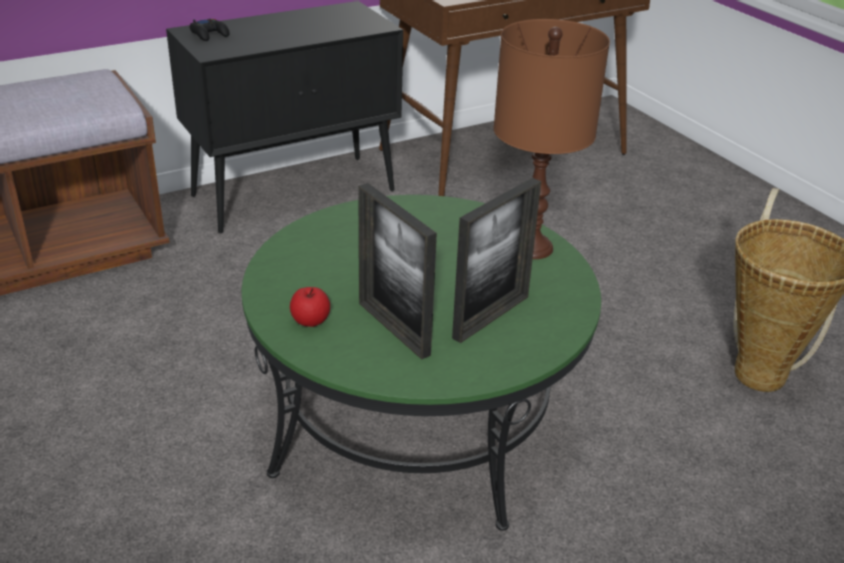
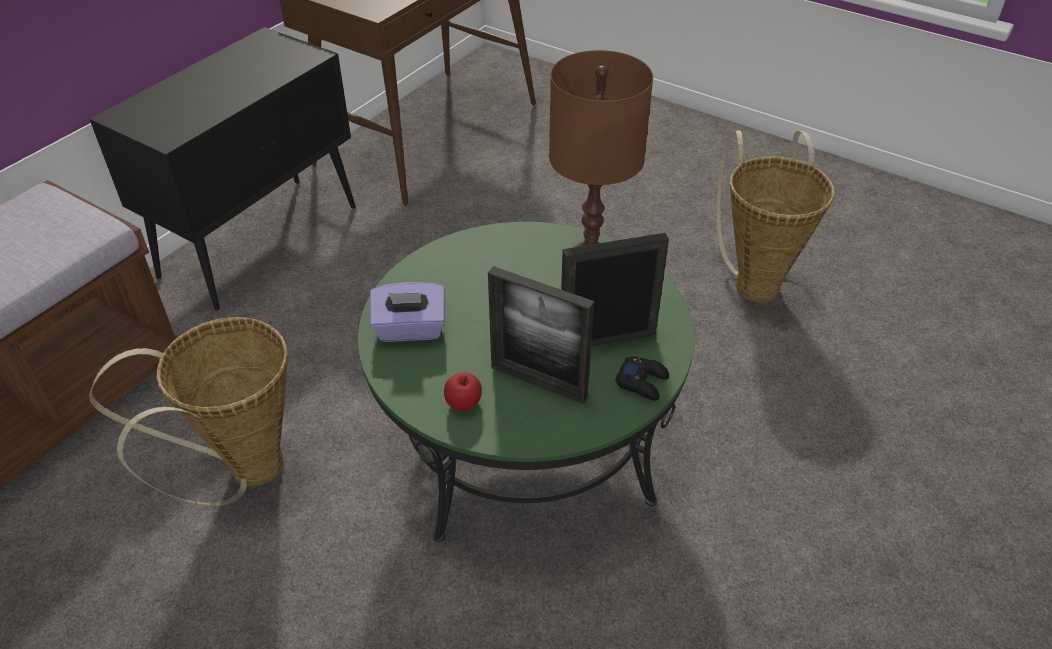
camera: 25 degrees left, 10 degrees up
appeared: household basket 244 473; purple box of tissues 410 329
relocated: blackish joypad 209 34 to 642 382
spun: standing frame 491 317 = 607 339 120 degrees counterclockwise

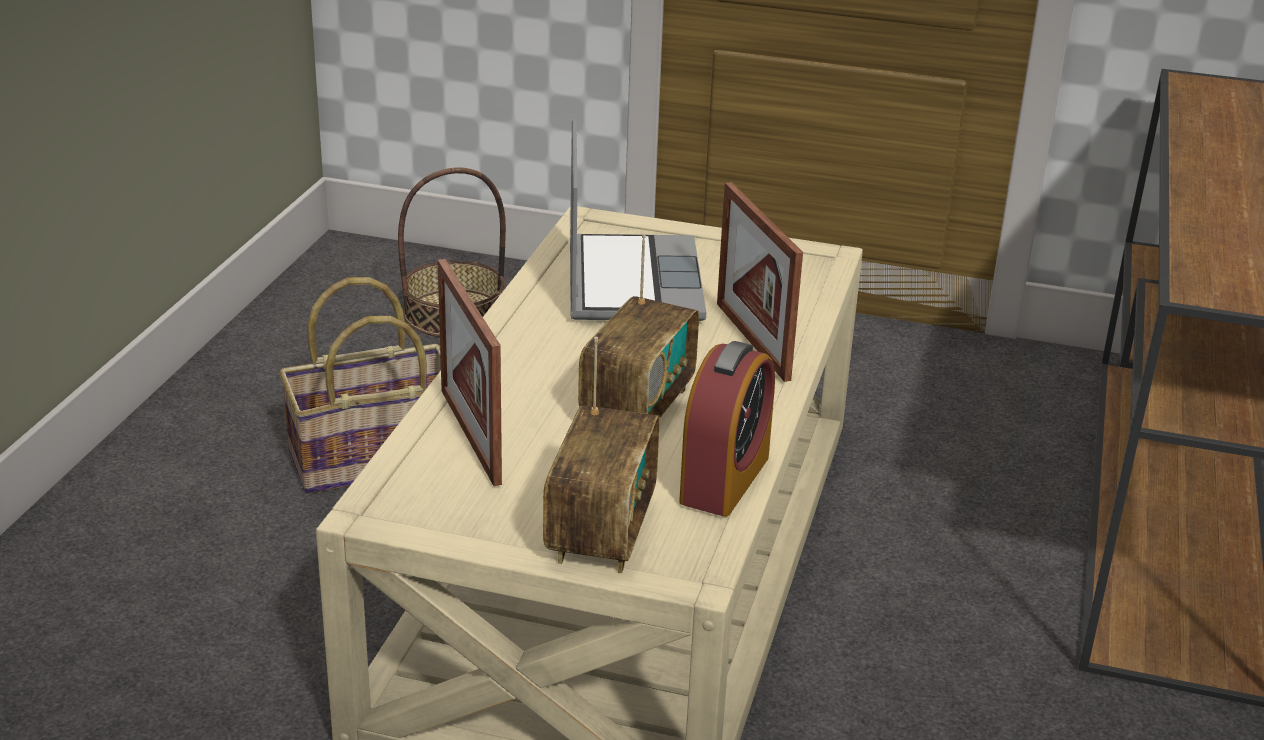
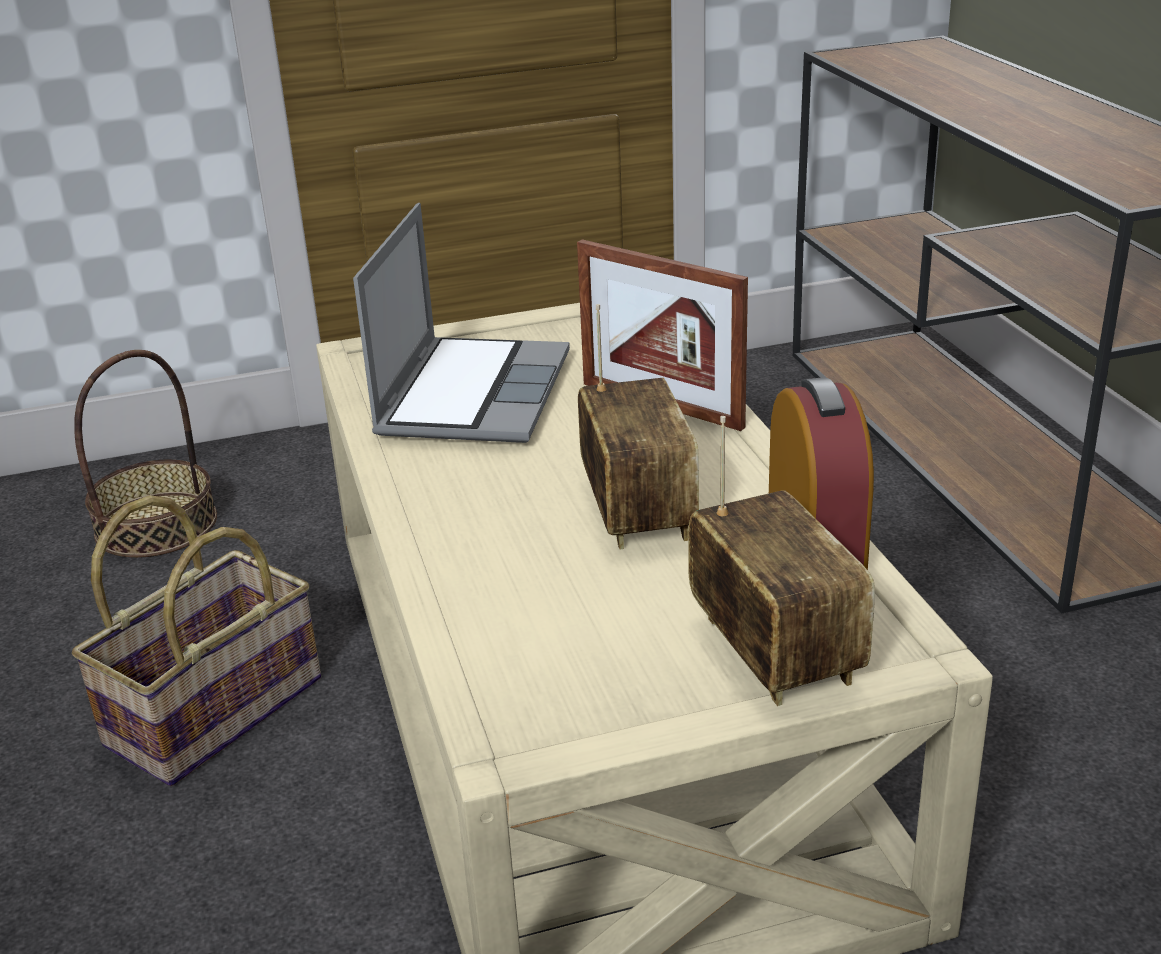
camera: 30 degrees left, 0 degrees up
missing: standing frame 470 435
spun: portable computer 630 281 = 472 393 45 degrees clockwise

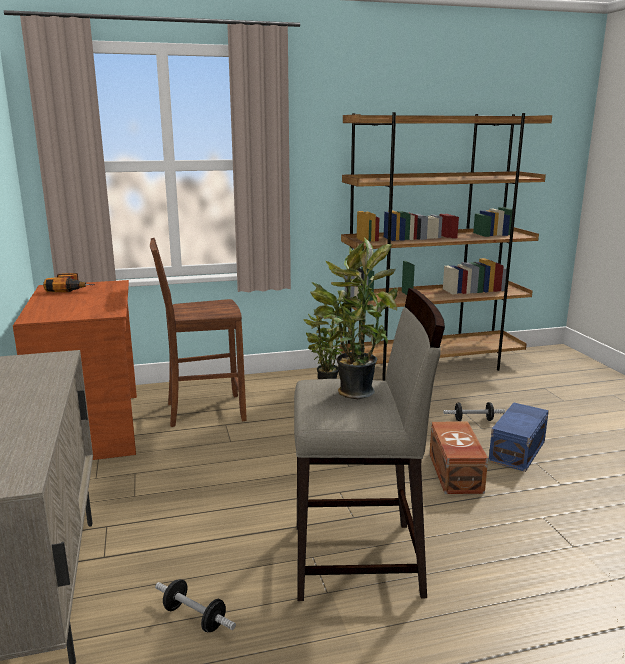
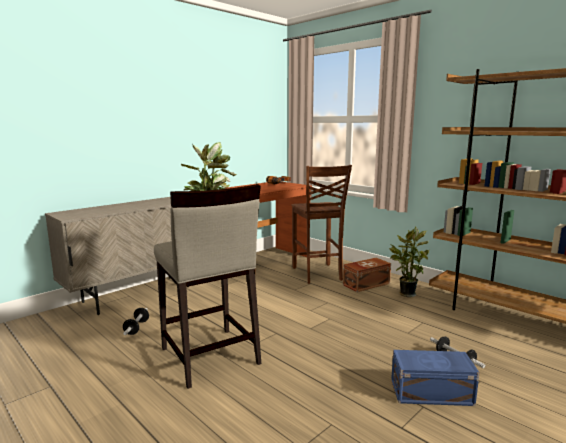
camera: 60 degrees right, 5 degrees down
relocated: brownish storage box 454 473 to 365 284
spun: brownish chair 203 411 = 317 274 150 degrees counterclockwise

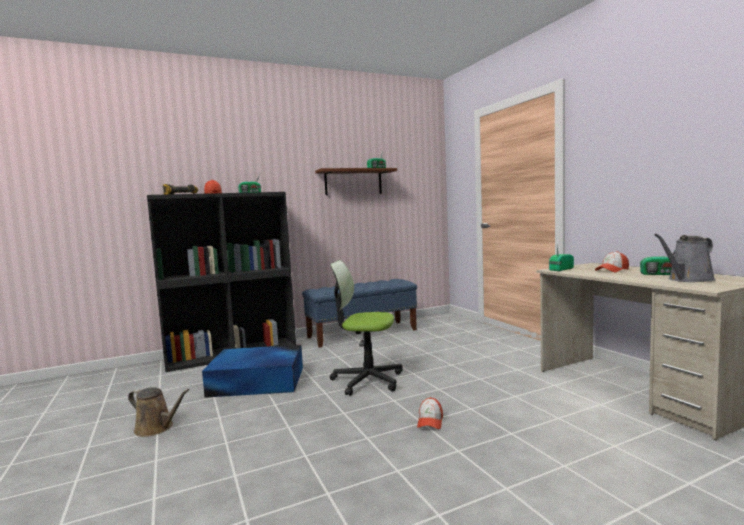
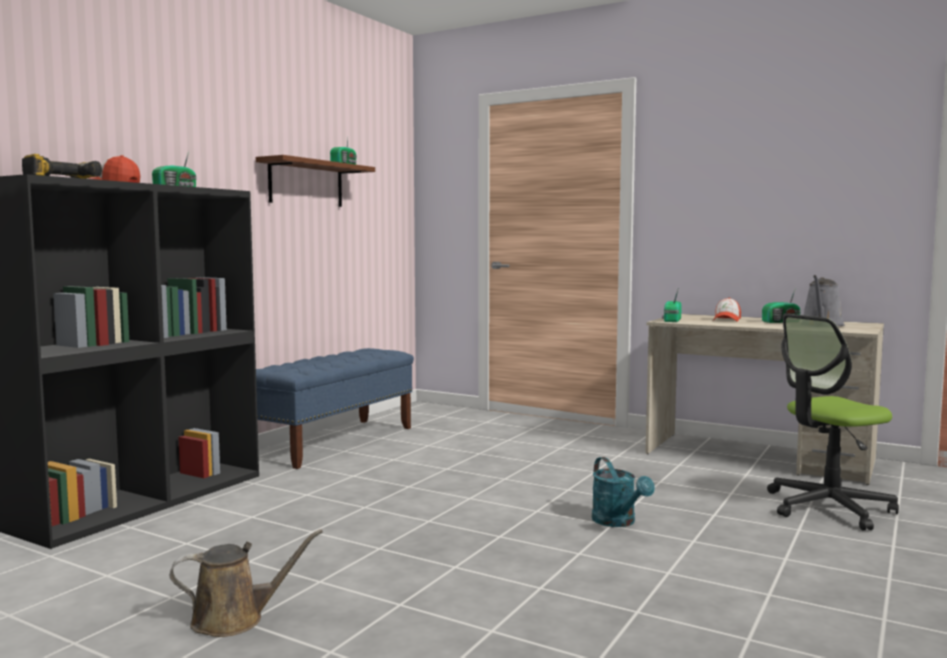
camera: 35 degrees left, 0 degrees up
missing: bluish storage box 258 381
relocated: computer chair 367 380 to 828 508
exchanged: peaked cap 430 421 to blue-green watering pot 618 522

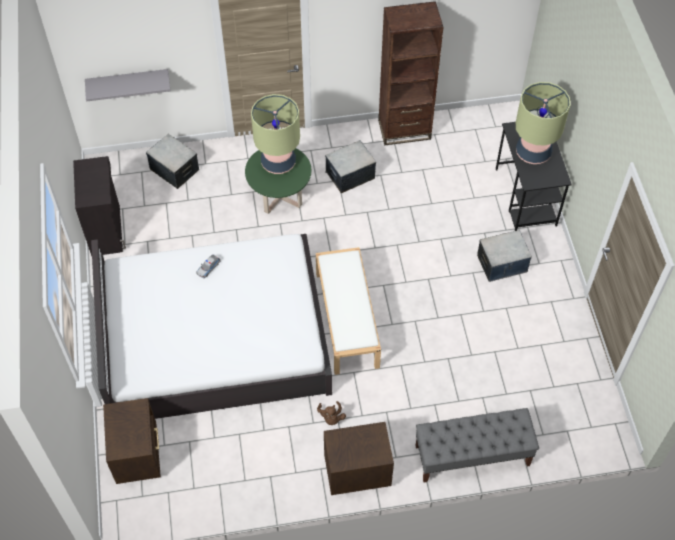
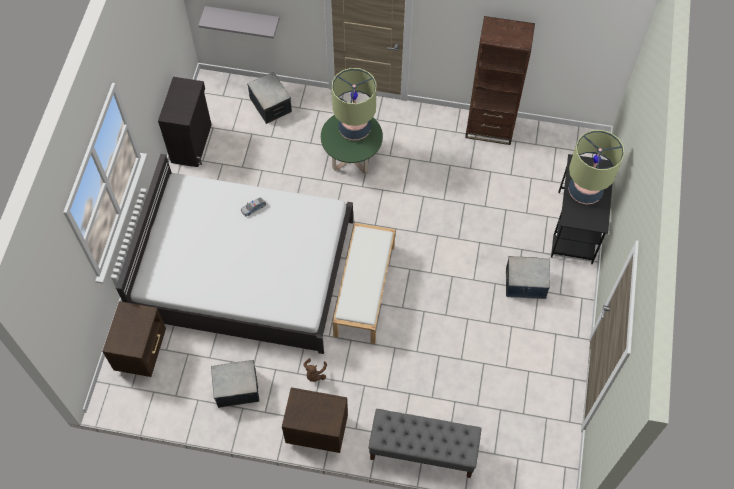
camera: 20 degrees right, 5 degrees up
relocated: storage box 350 175 to 236 388

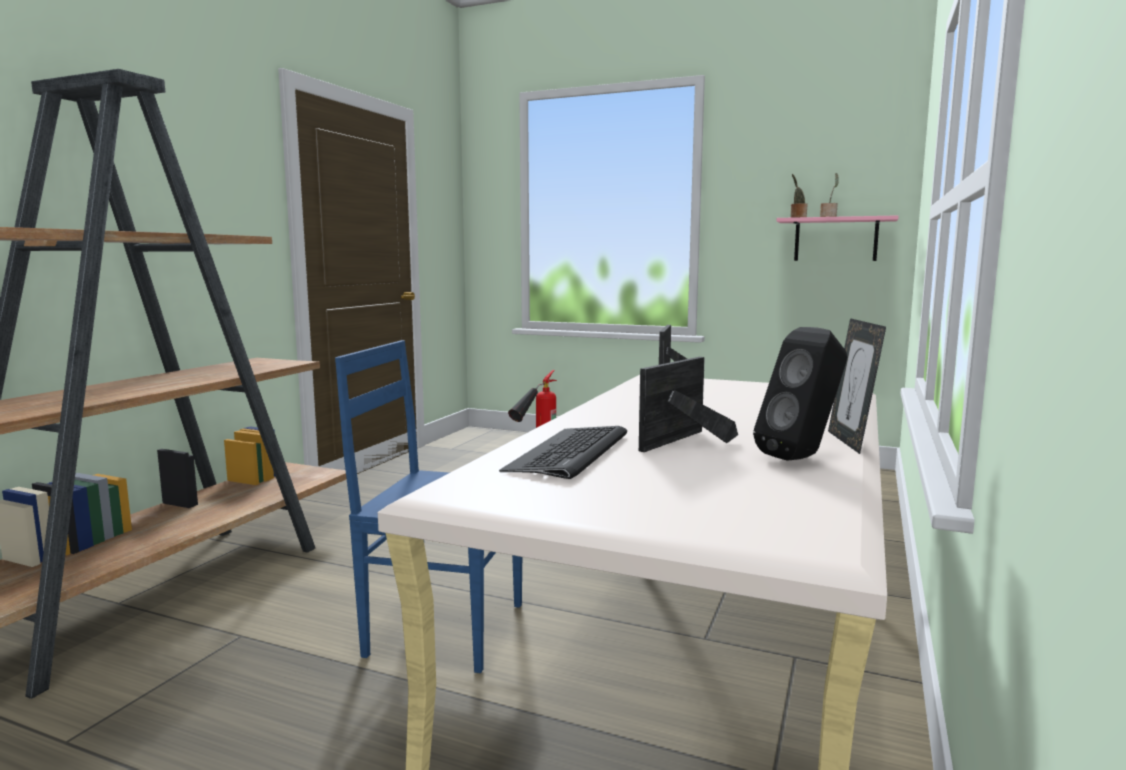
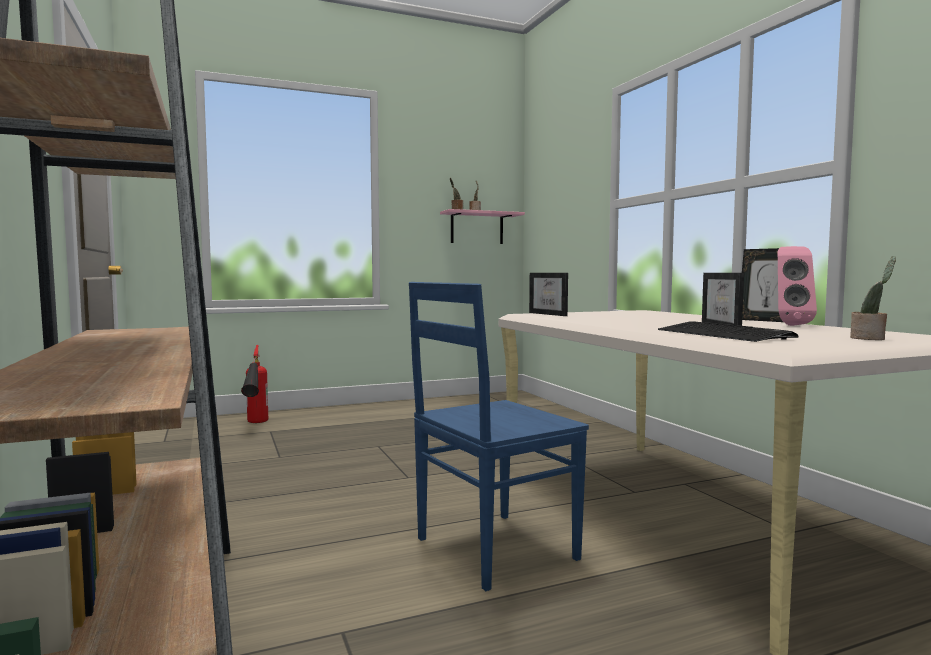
camera: 45 degrees left, 5 degrees down
appeared: potted plant 870 338
colour: blackish speaker 802 457 to pinkish speaker 790 325

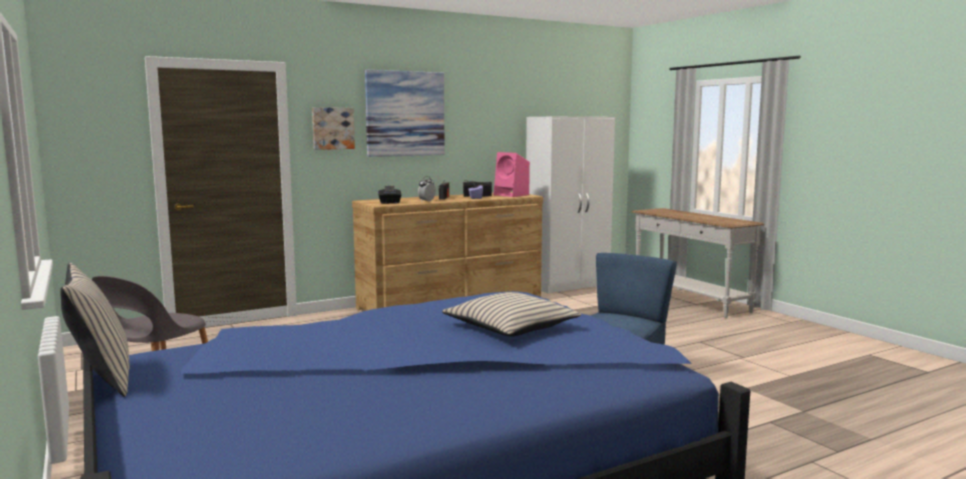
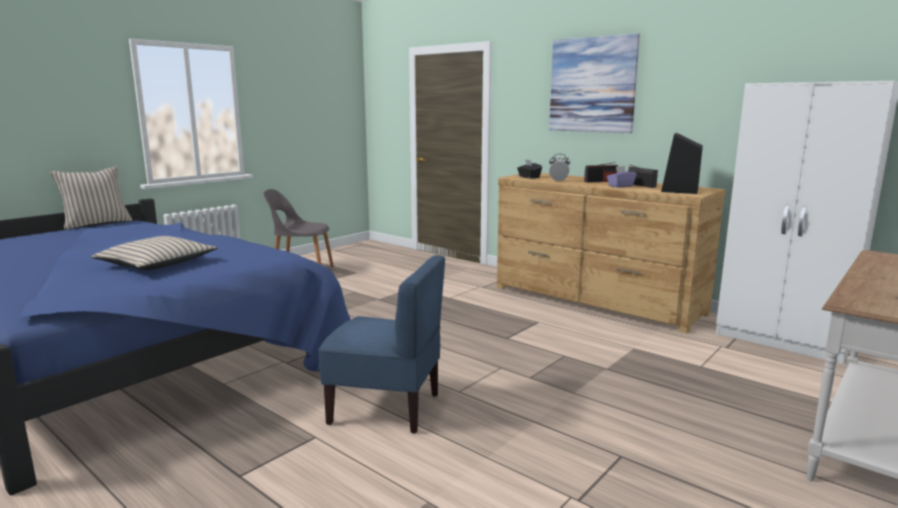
camera: 70 degrees right, 5 degrees up
missing: picture 332 128
colour: pinkish speaker 512 195 to blackish speaker 680 190

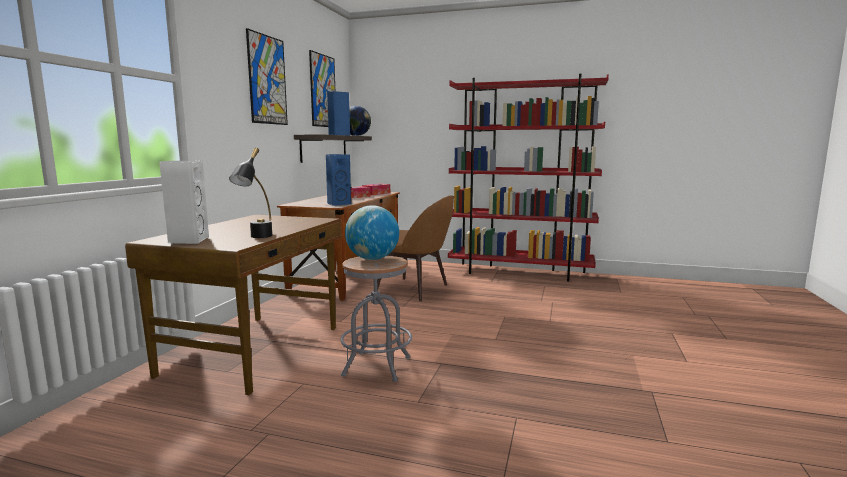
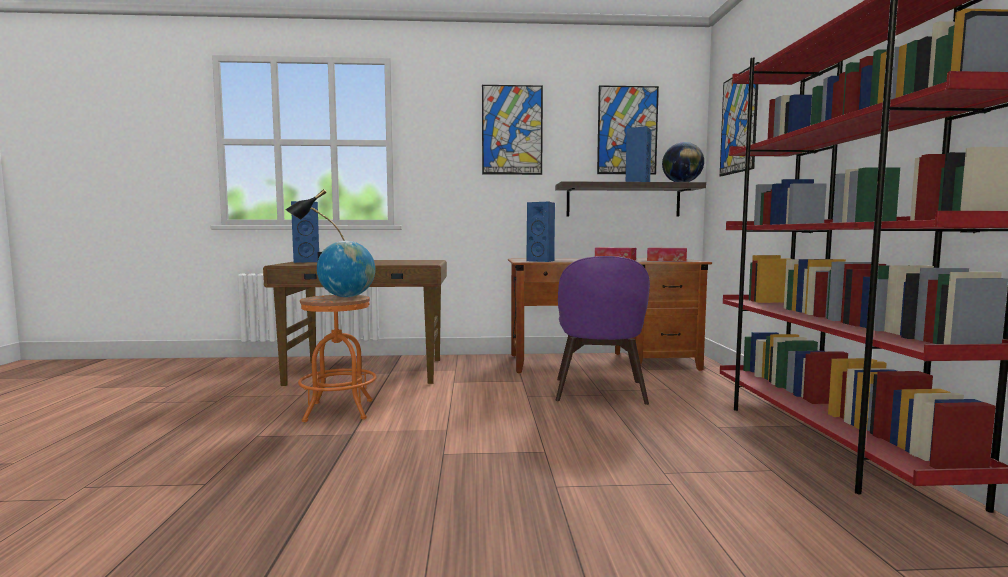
camera: 70 degrees right, 5 degrees down
appeared: picture 738 123
colour: white-coloured speaker 188 240 to bluish speaker 306 261; greyish sitting stool 377 366 to orange sitting stool 339 411; brownish chair 414 289 to purple chair 599 392

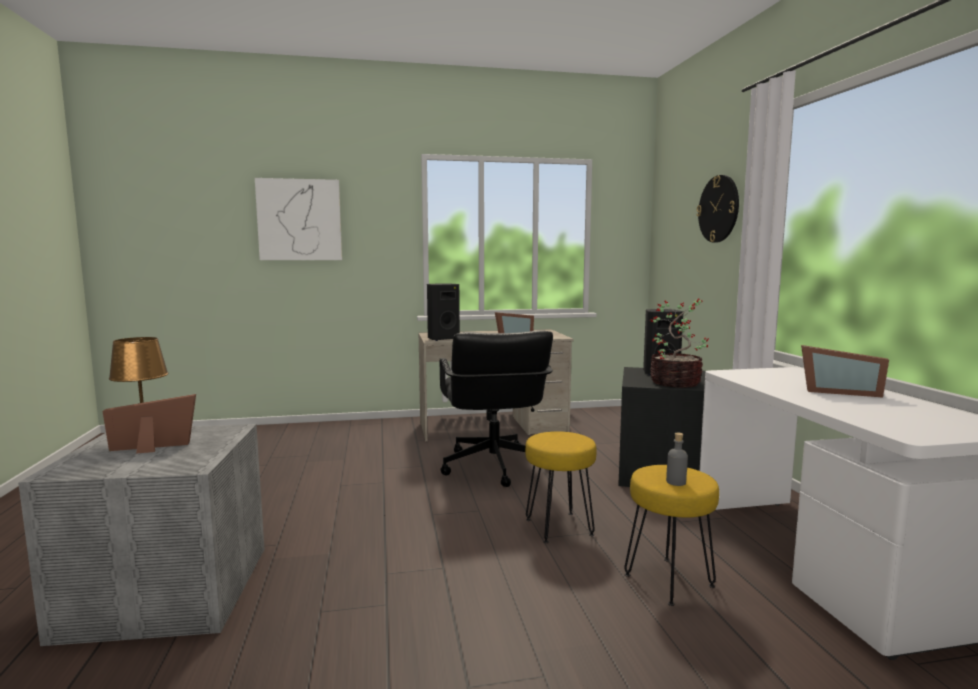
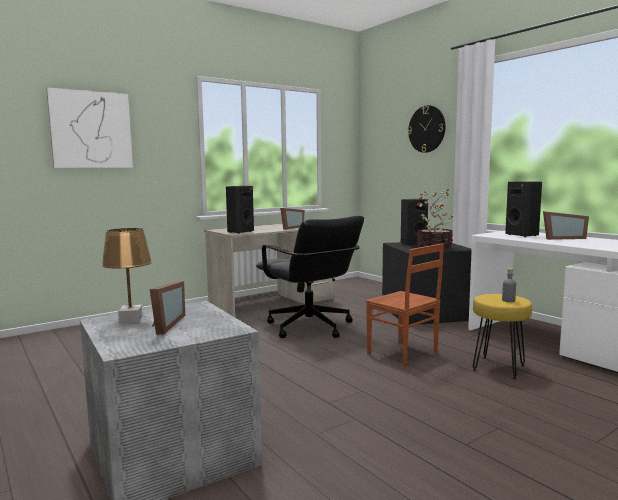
camera: 25 degrees left, 0 degrees up
appeared: blackish speaker 523 235
exchanged: yellow sitting stool 558 527 to brownish chair 402 354
spun: standing frame 152 448 = 163 325 135 degrees clockwise

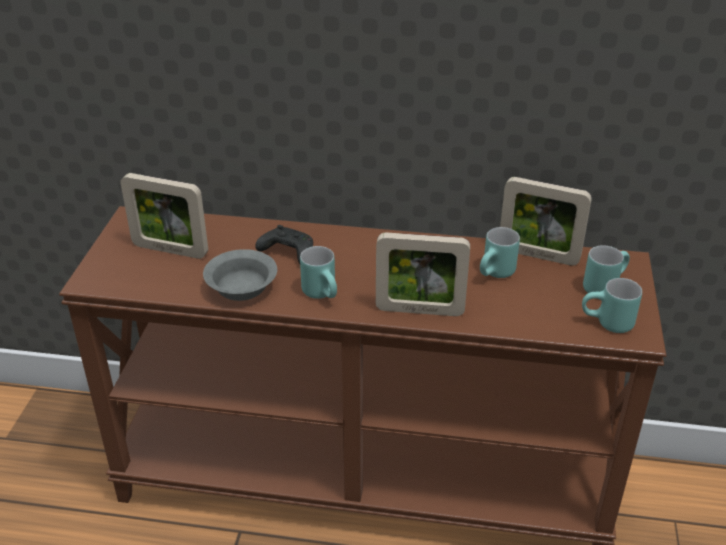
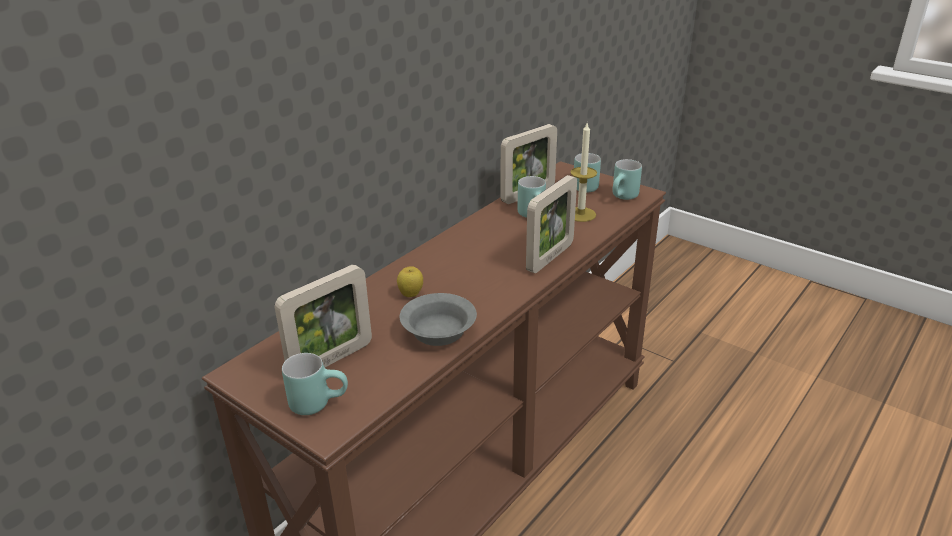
camera: 60 degrees left, 5 degrees down
appeared: wax light 581 214
relocated: blue-green mug 324 294 to 319 402
exchanged: blackish joypad 287 253 to apple 411 295

